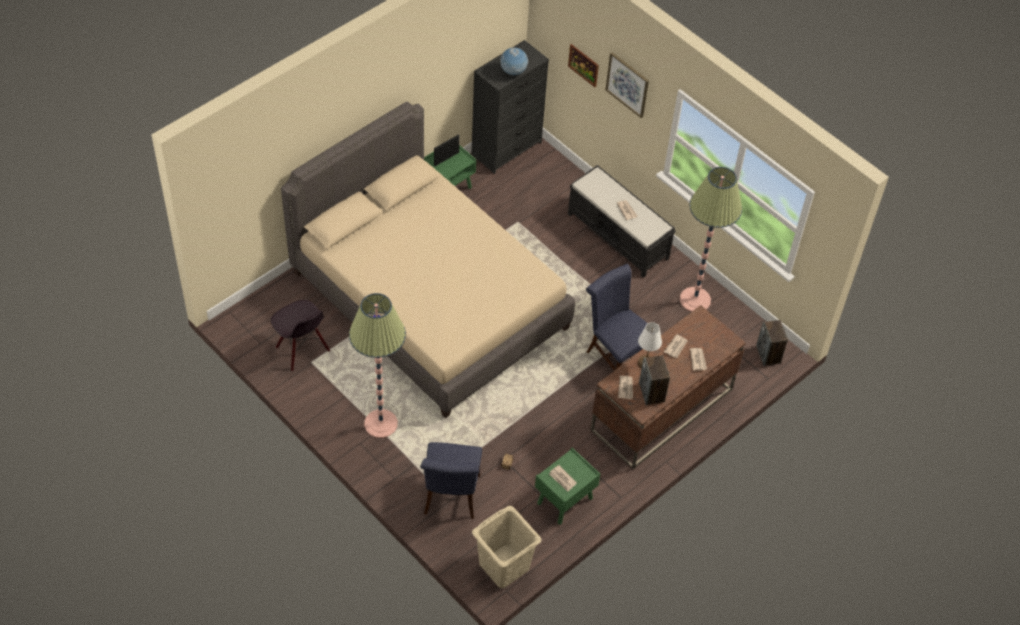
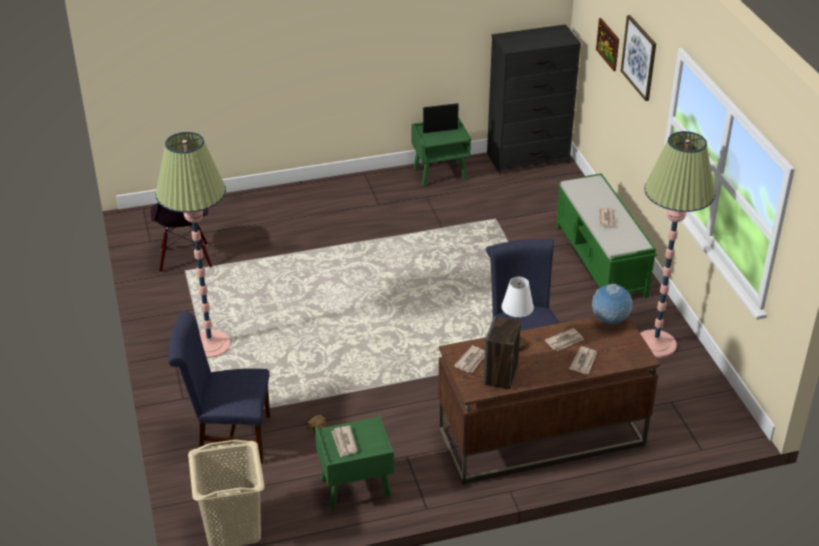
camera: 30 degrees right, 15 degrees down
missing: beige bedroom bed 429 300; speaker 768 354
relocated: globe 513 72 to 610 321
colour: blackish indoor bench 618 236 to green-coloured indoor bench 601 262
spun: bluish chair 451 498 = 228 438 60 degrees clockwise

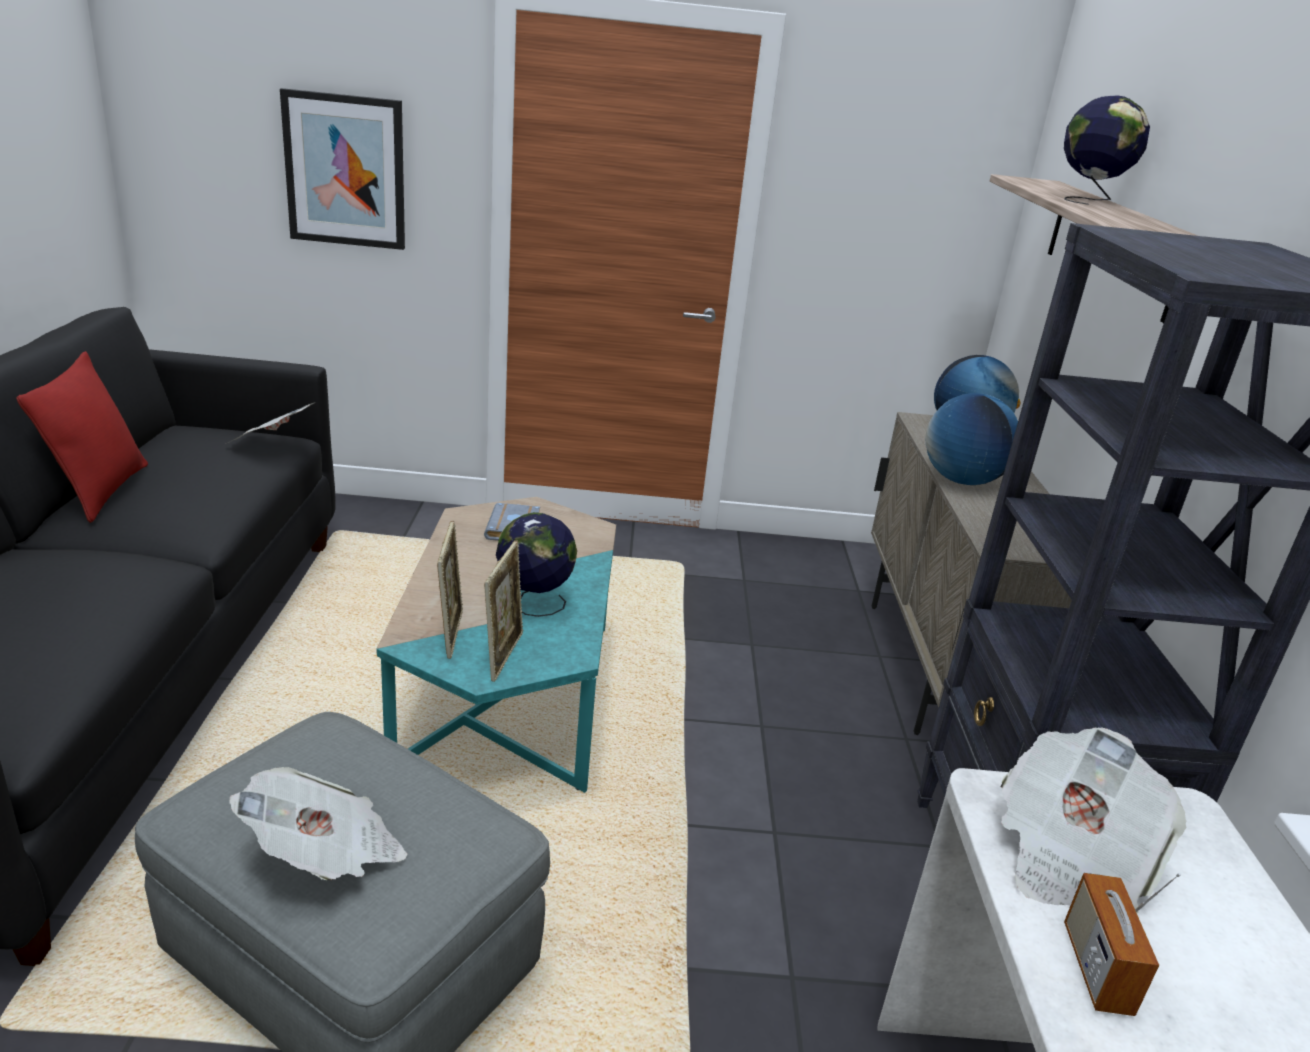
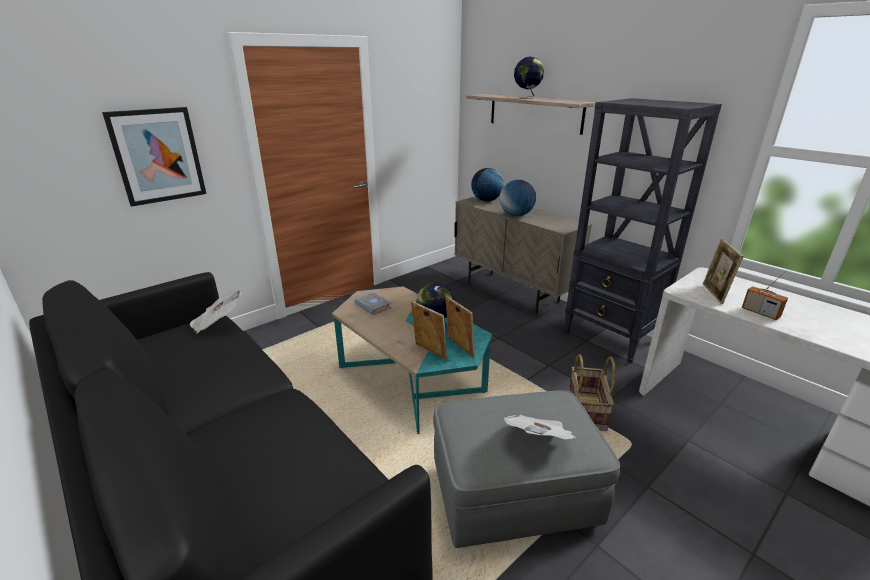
camera: 40 degrees left, 0 degrees up
missing: reddish pillow 101 491
appeared: household basket 587 411
exchanged: printed paper 1070 855 to standing frame 714 294

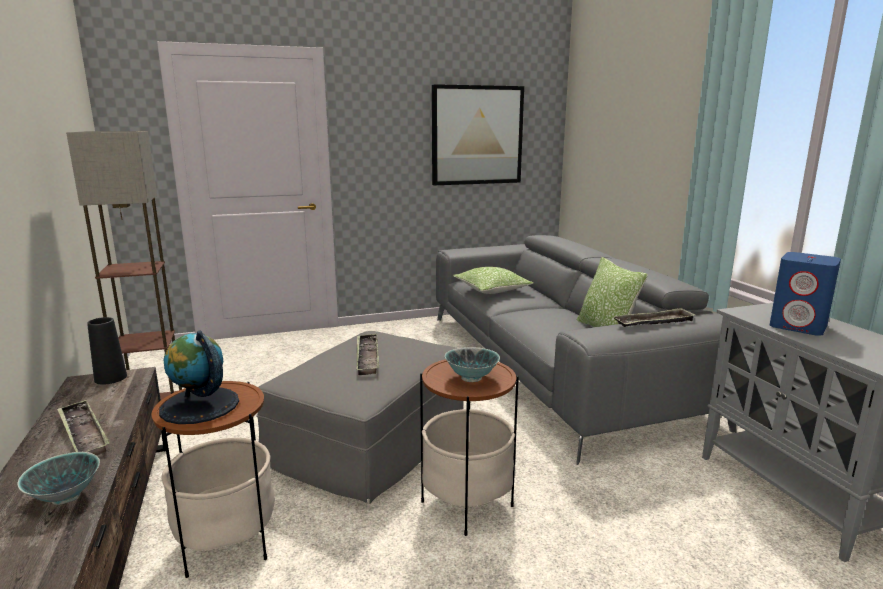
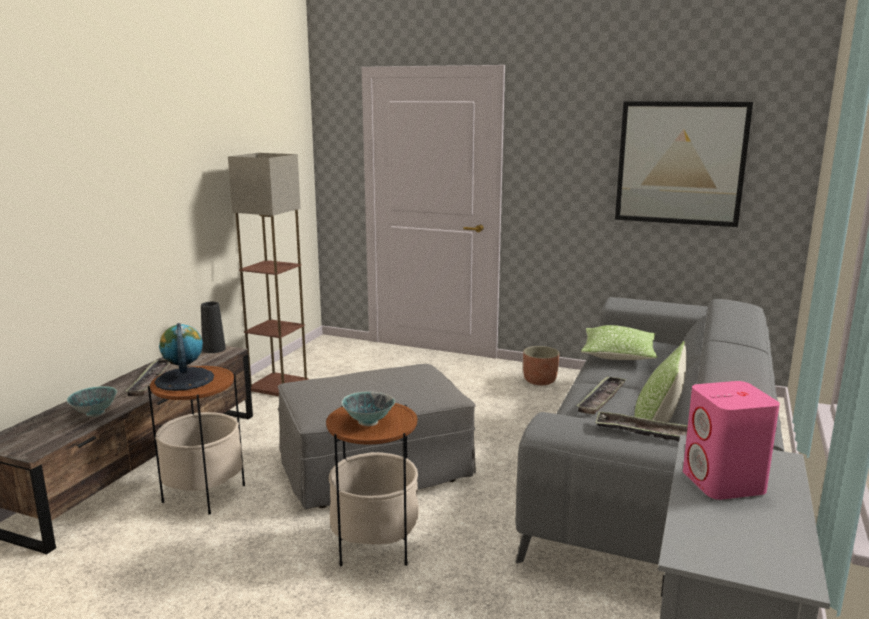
camera: 40 degrees right, 0 degrees up
appeared: plant pot 540 381
relocated: serving tray 367 357 to 601 399
colour: bluish speaker 798 326 to pinkish speaker 723 483

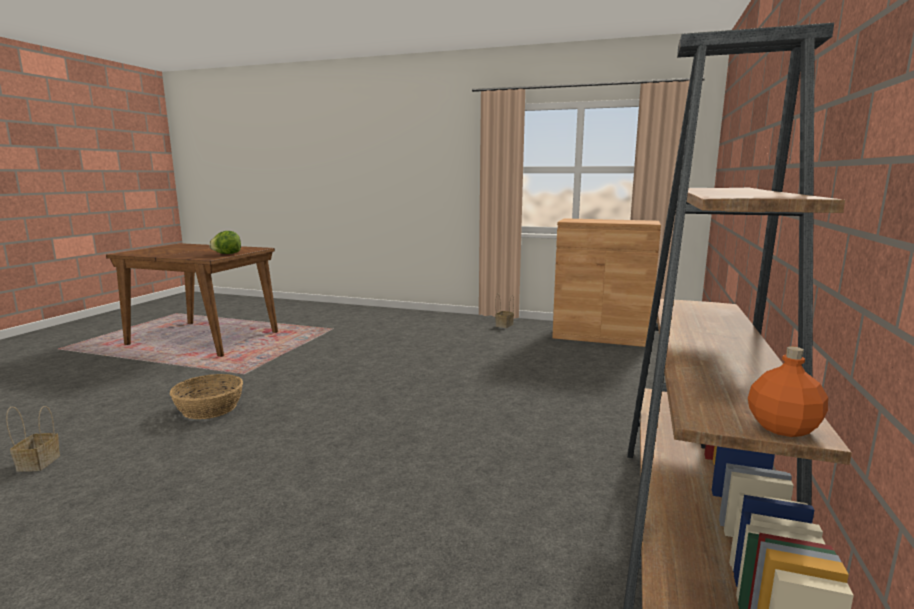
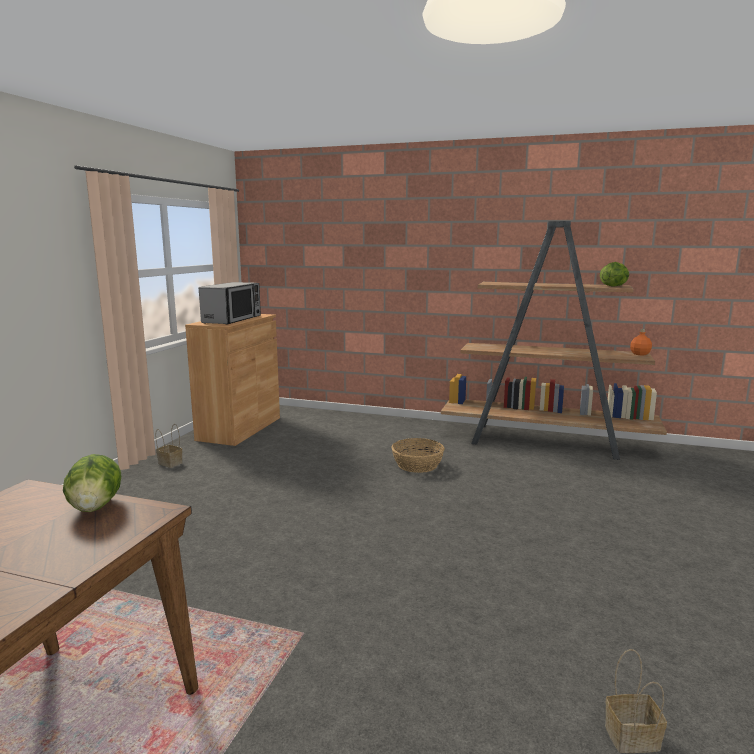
camera: 90 degrees left, 0 degrees up
appeared: kitchen microwave 232 319; lettuce 614 286
relocated: household basket 210 408 to 417 465

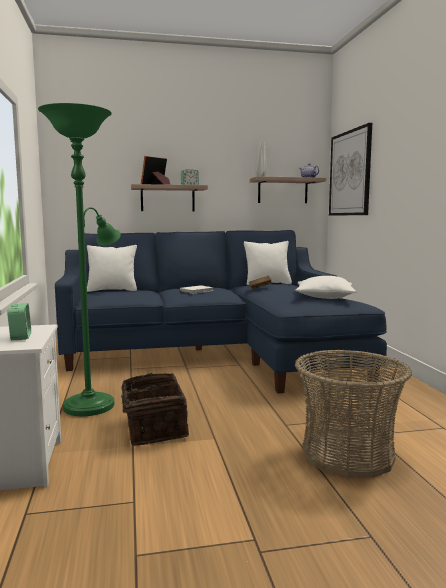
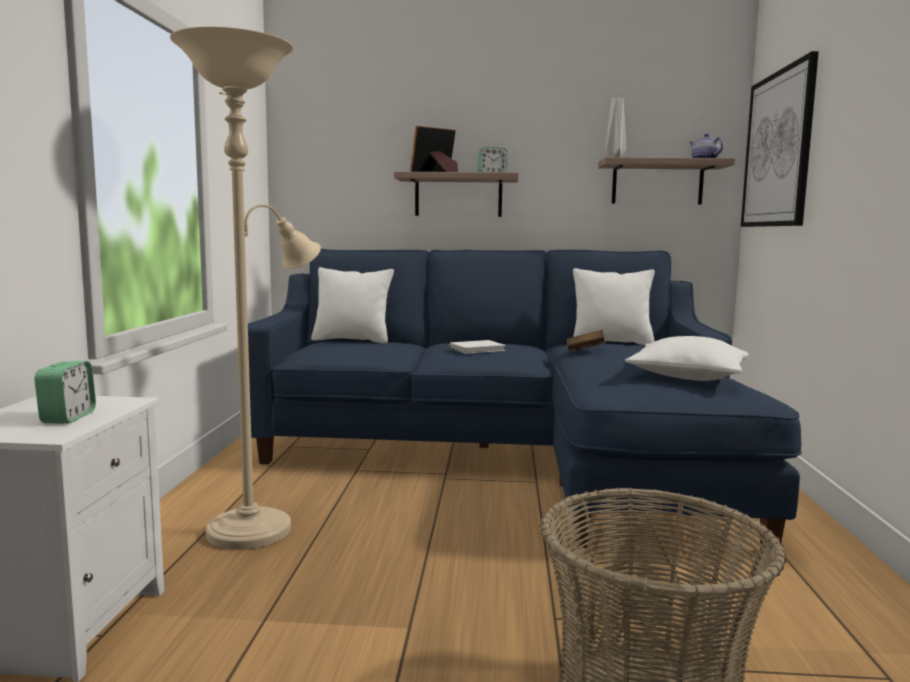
camera: 15 degrees right, 0 degrees up
missing: household basket 153 428
colour: green-coloured floor lamp 92 403 to beige floor lamp 258 527

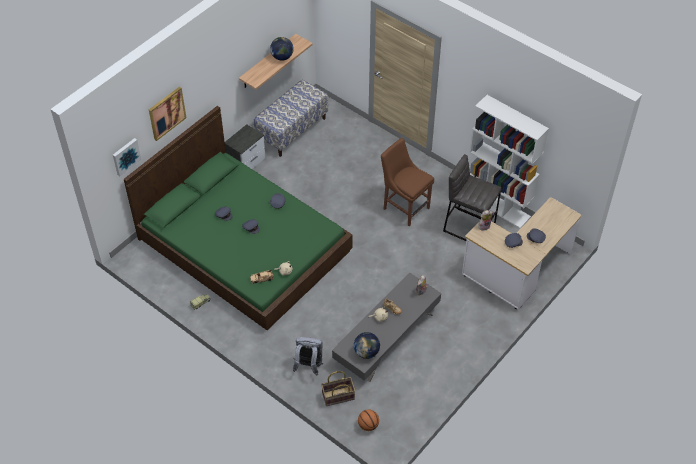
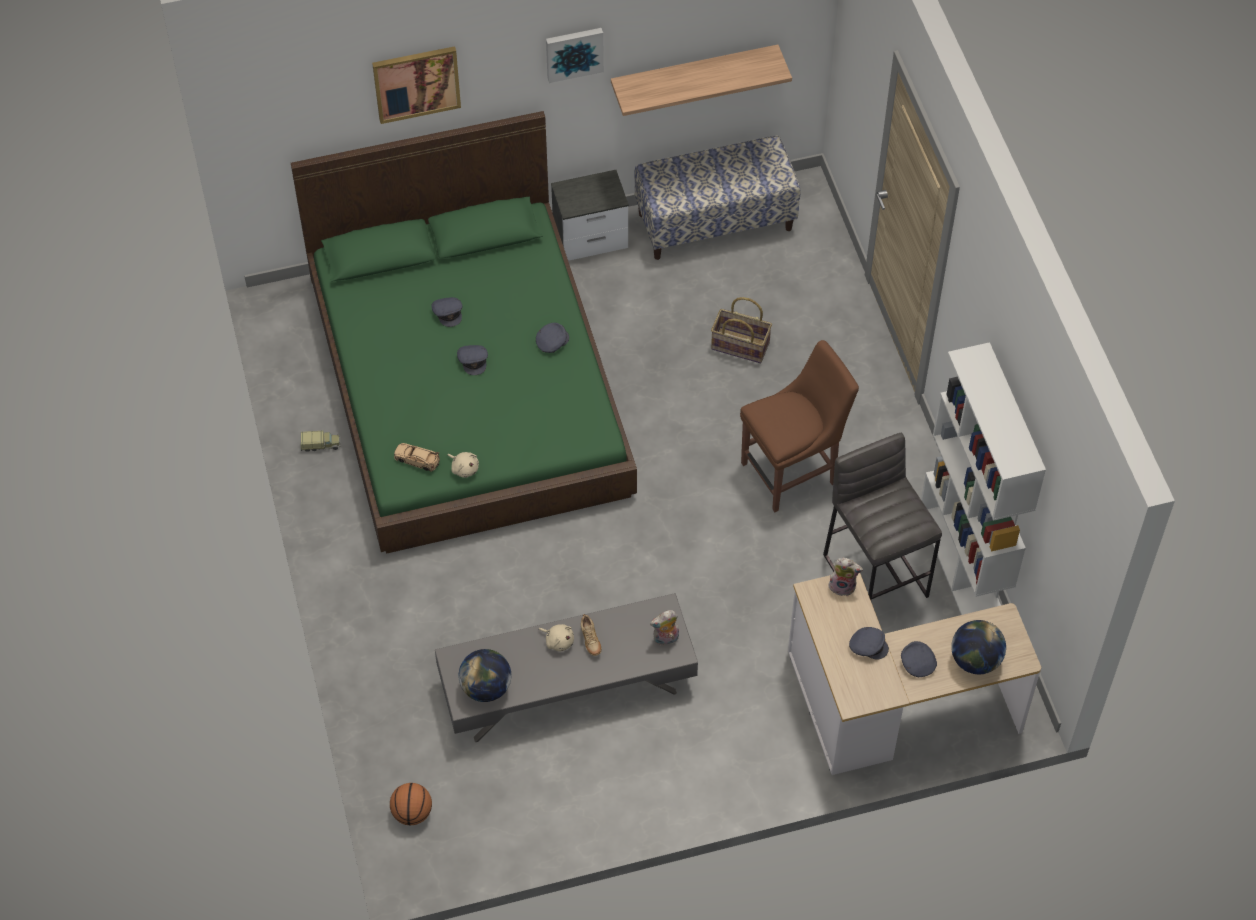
camera: 35 degrees right, 5 degrees up
missing: greyish backpack 308 366
relocated: picture 125 156 to 574 53; globe 282 57 to 975 660; household basket 338 396 to 739 346
spun: brownish chair 404 207 = 793 472 75 degrees clockwise

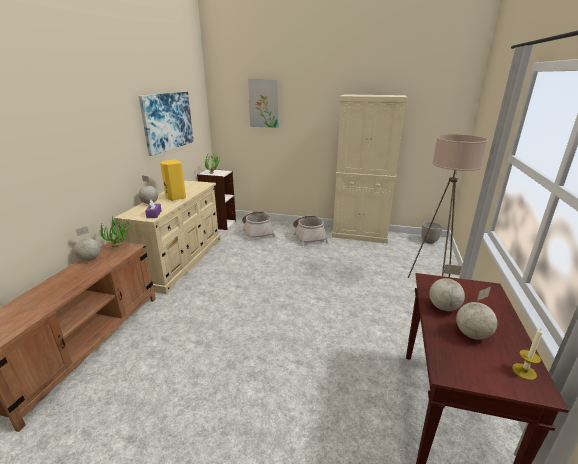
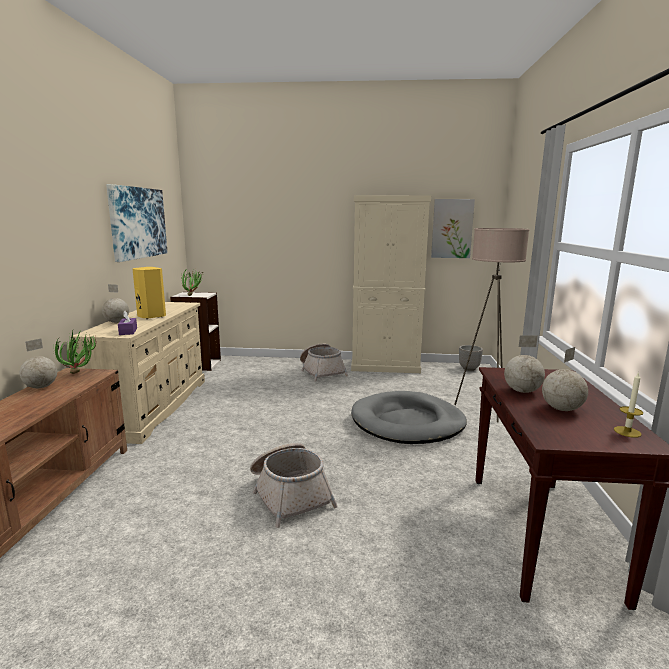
camera: 10 degrees left, 10 degrees down
appeared: greyish pet bed 407 422
relocated: household basket 257 232 to 289 494; picture 264 103 to 452 228

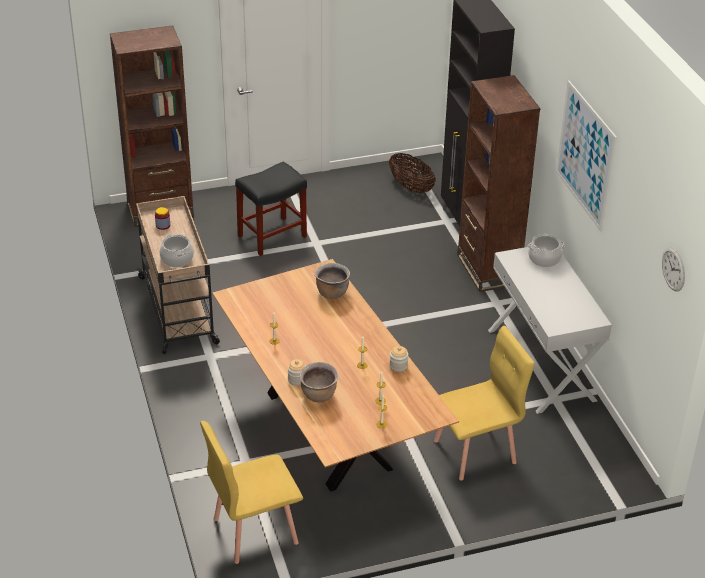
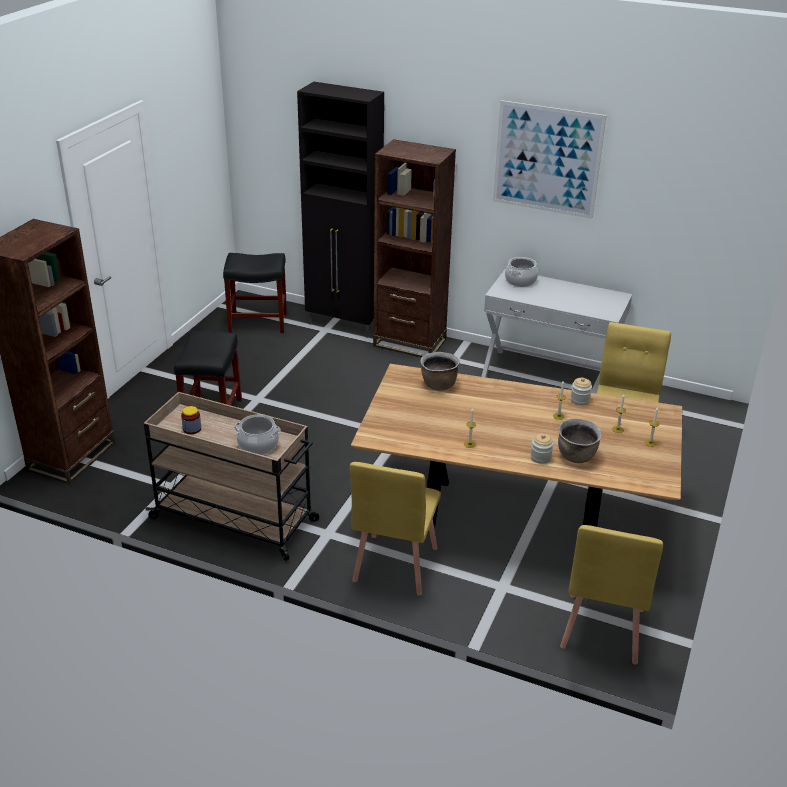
camera: 50 degrees left, 5 degrees down
missing: wall clock 673 269
appeared: yellow chair 394 564
exchanged: household basket 411 187 to blackish sitting stool 259 322

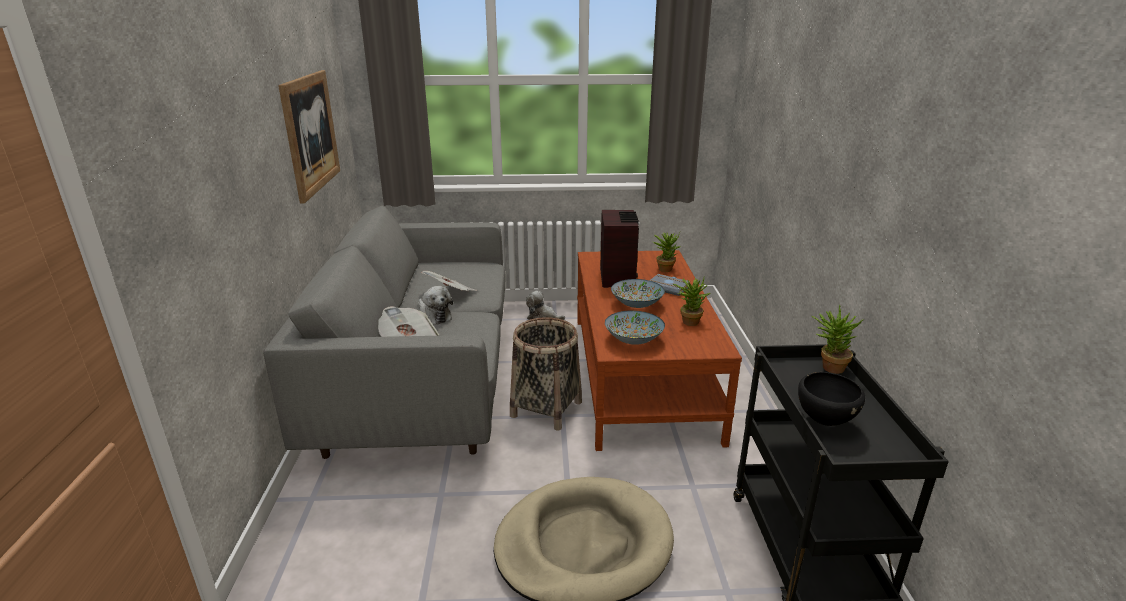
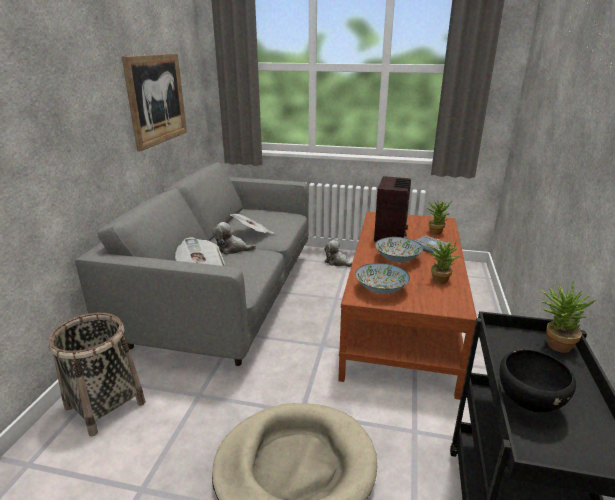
camera: 15 degrees right, 0 degrees up
relocated: household basket 546 409 to 105 405
spun: cuddly toy 434 316 = 232 249 120 degrees clockwise

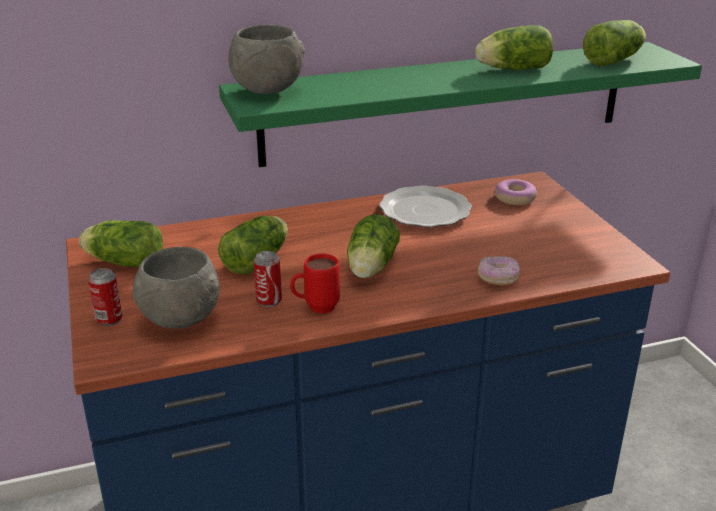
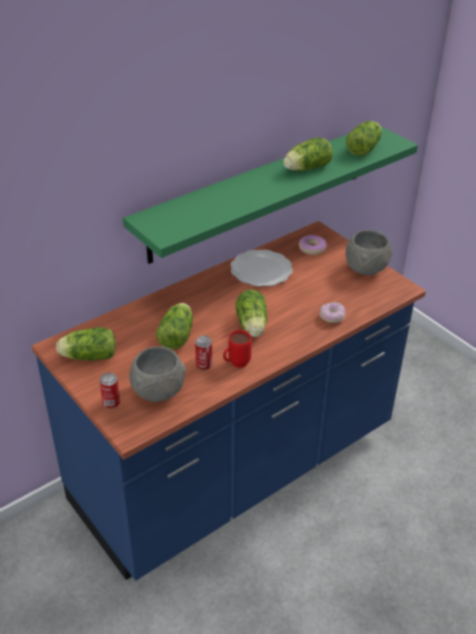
camera: 20 degrees left, 10 degrees up
relocated: greyish bowl 269 92 to 366 270

